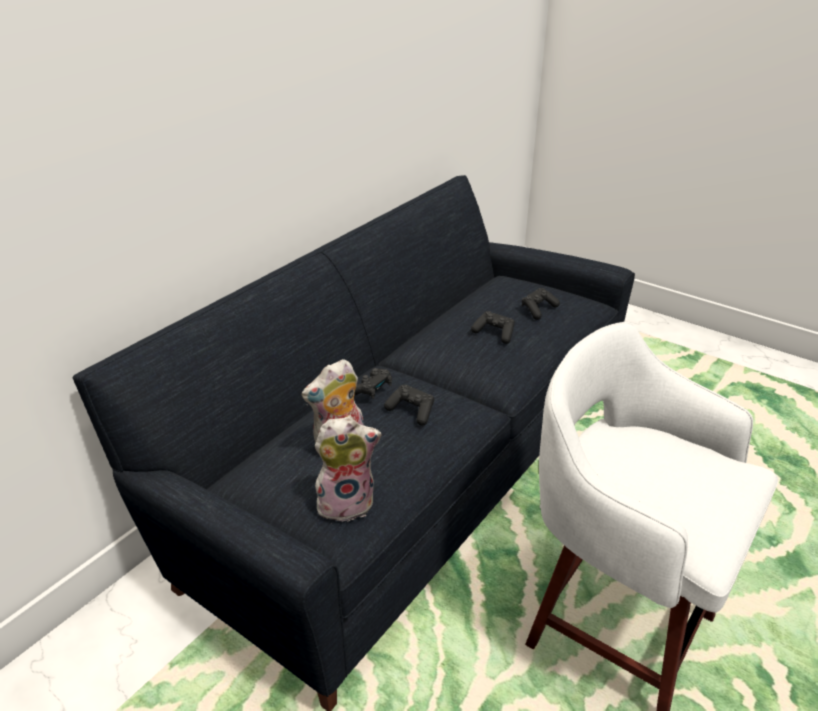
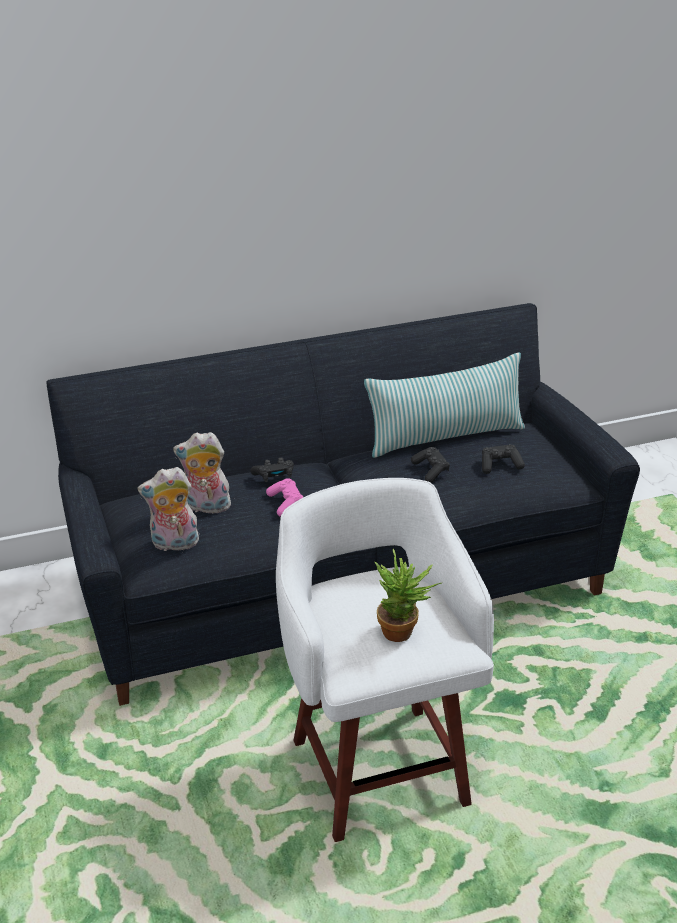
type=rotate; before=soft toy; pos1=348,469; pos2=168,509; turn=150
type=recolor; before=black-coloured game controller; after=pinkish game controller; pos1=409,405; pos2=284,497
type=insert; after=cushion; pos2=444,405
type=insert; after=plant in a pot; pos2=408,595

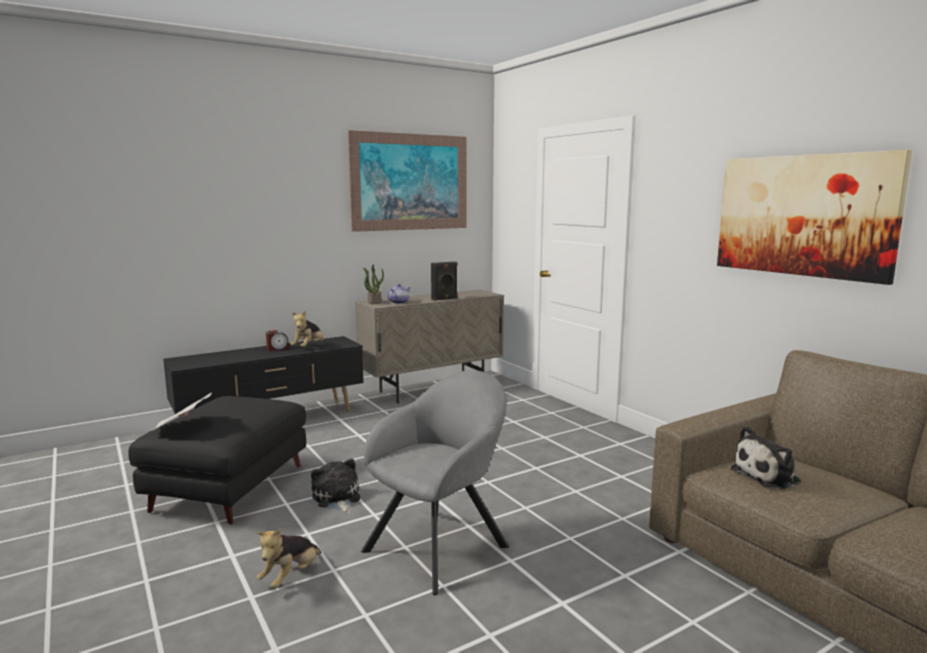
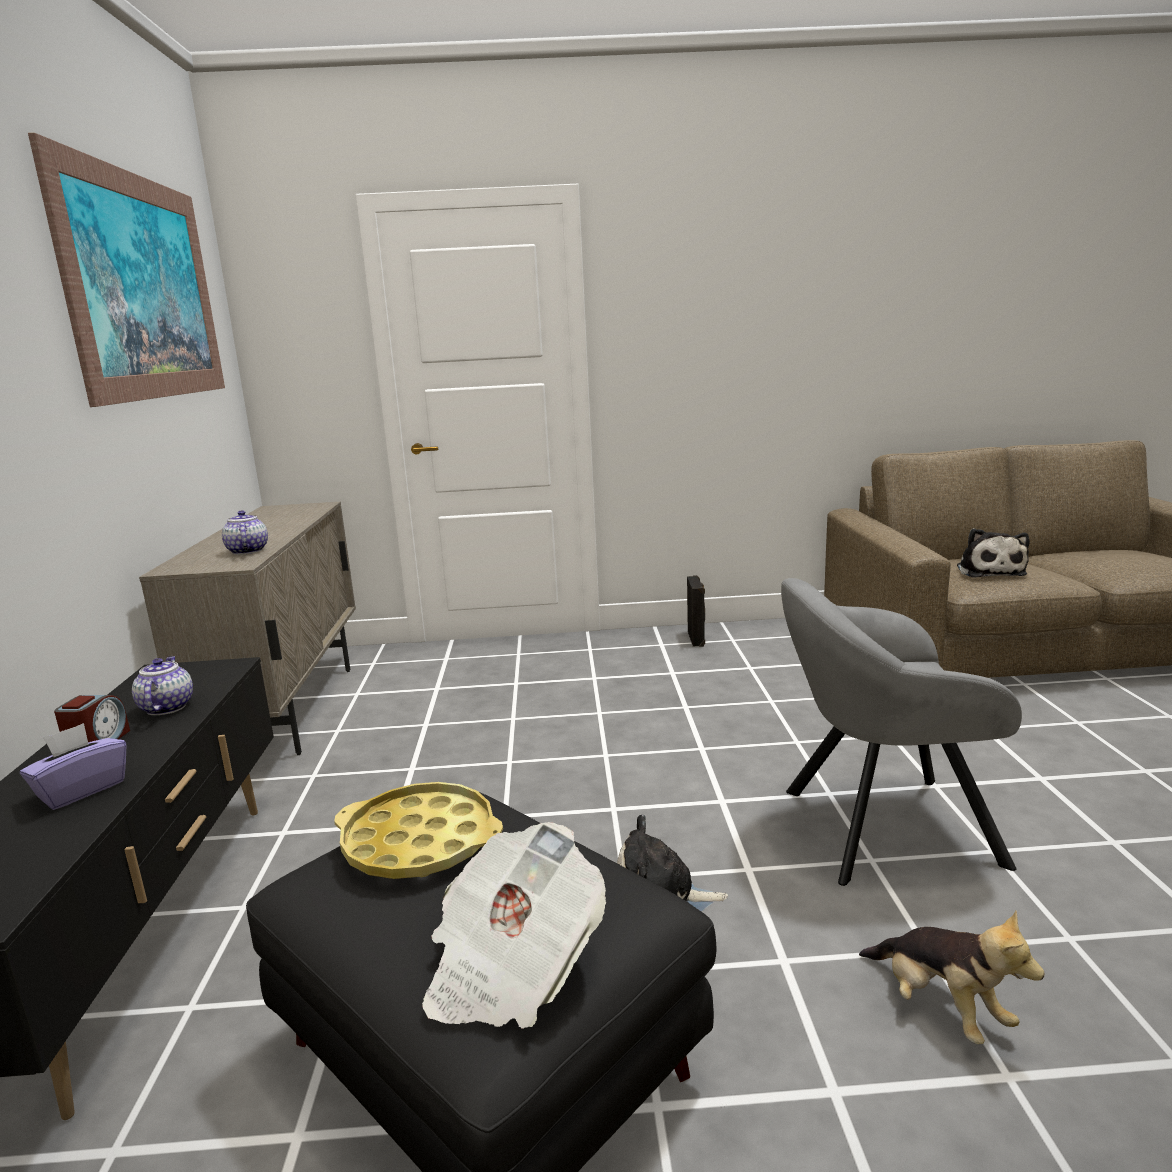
type=replace; before=soft toy; after=teapot; pos1=307,329; pos2=162,685
type=rotate; before=gray armchair; pos1=435,482; pos2=901,732; turn=-75
type=delete; before=plant in a pot; pos1=373,284
type=move; before=black-coloured audio speaker; pos1=444,281; pos2=696,611
type=delete; before=wall picture; pos1=814,217
type=insert; after=purple-coloured box of tissues; pos2=73,766
type=insert; after=yellow carrying tray; pos2=418,830

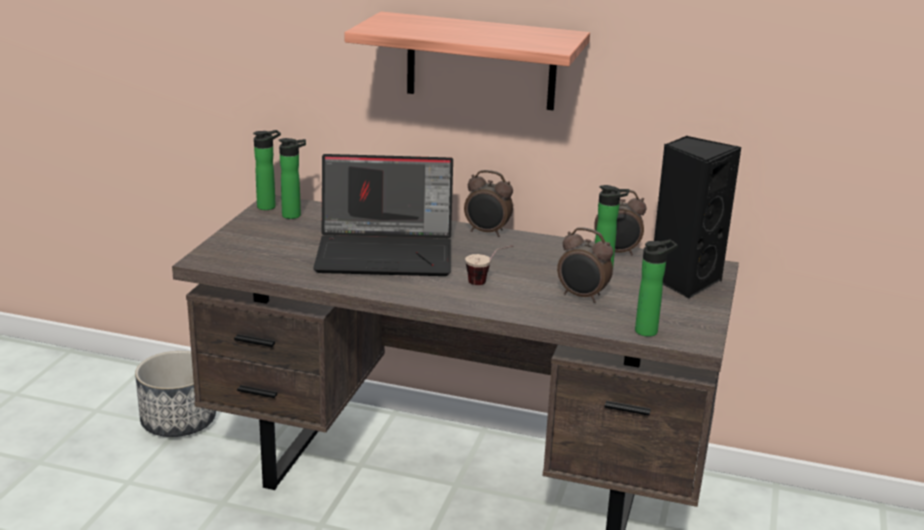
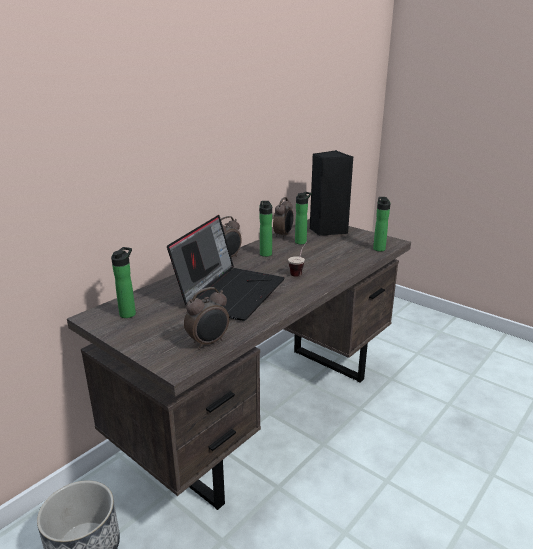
type=move; before=beverage bottle; pos1=267,170; pos2=265,229
type=delete; before=bracket shelf; pos1=467,60
type=move; before=table clock; pos1=585,265; pos2=206,318

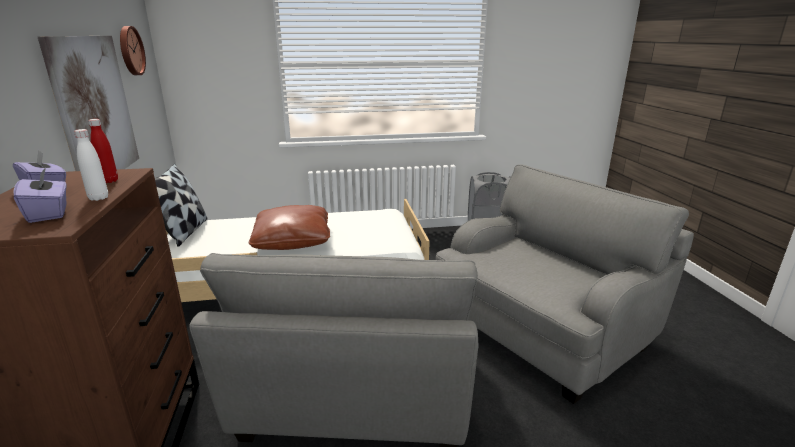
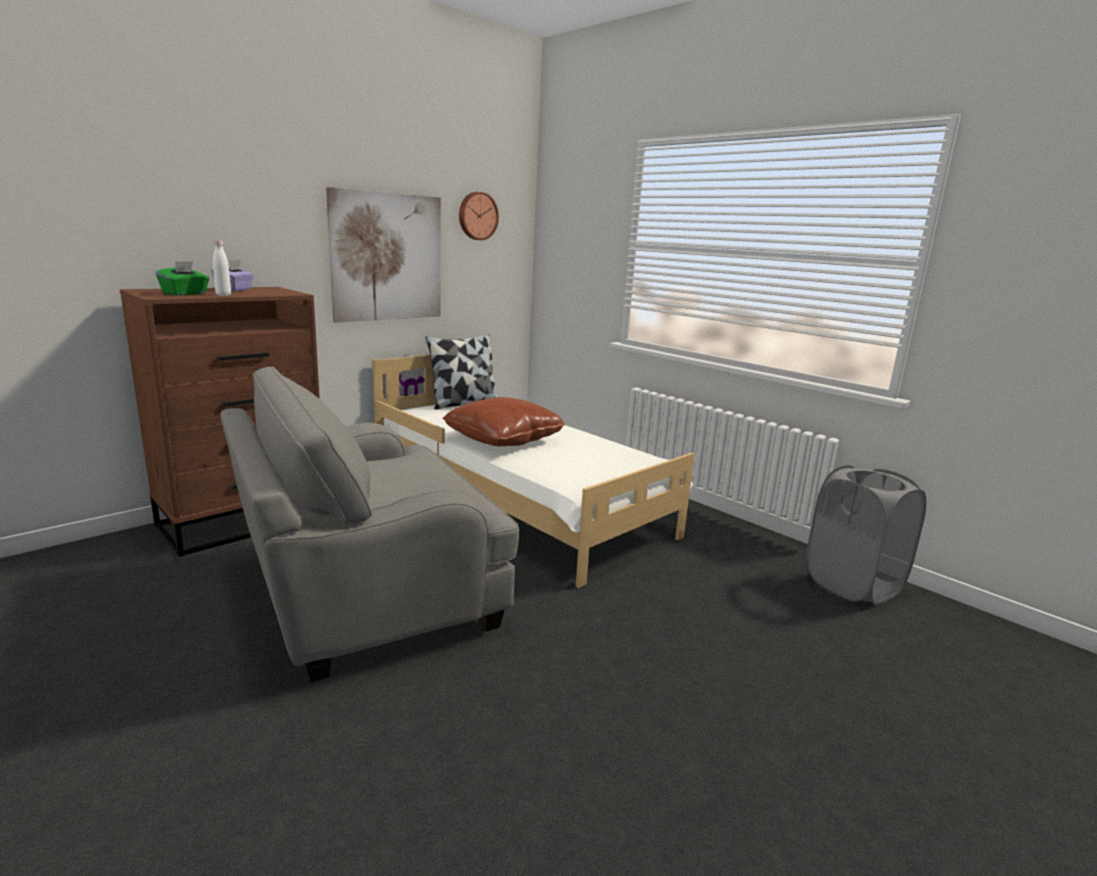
type=recolor; before=purple-coloured box of tissues; after=green box of tissues; pos1=40,195; pos2=182,278
type=delete; before=reddish beverage bottle; pos1=103,151
type=delete; before=gray armchair; pos1=565,284

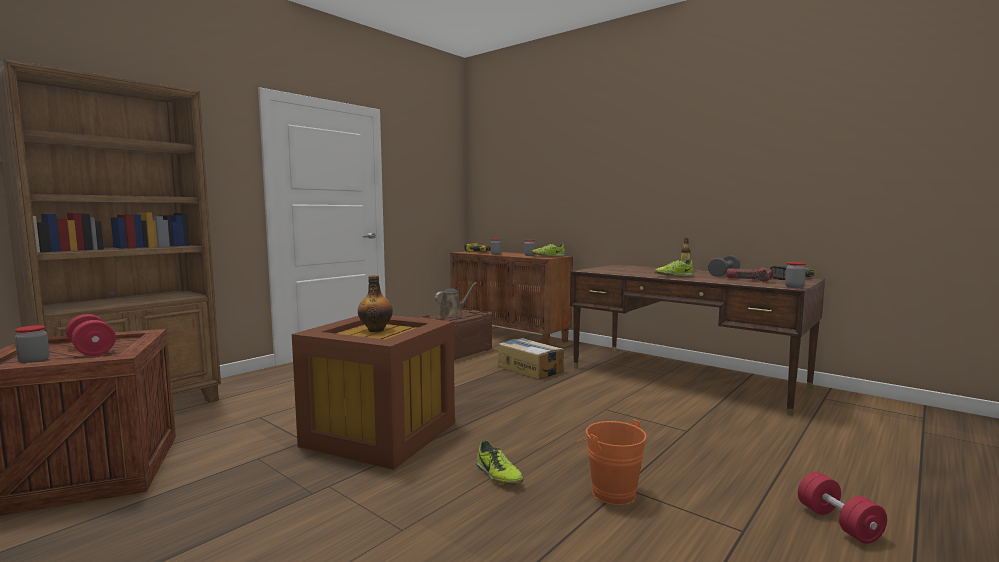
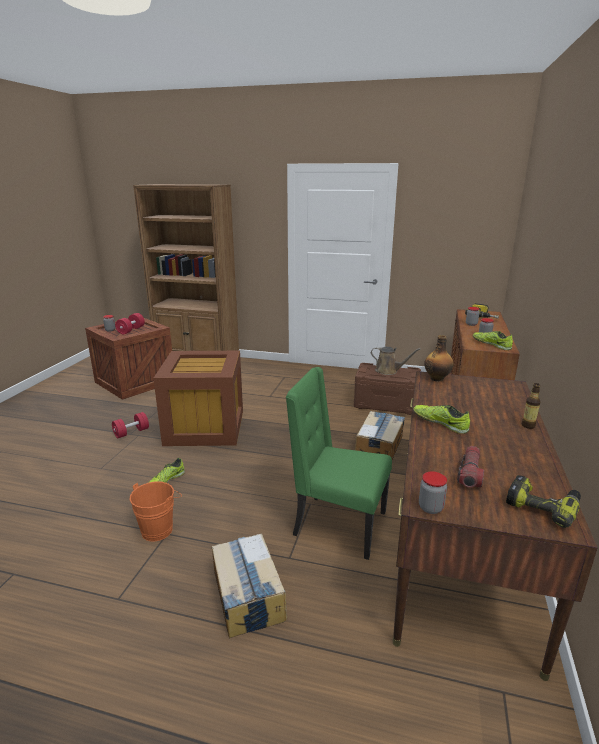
type=move; before=beverage bottle; pos1=375,303; pos2=439,358
type=delete; before=gray hand weight; pos1=724,266
type=move; before=reddish hand weight; pos1=842,508; pos2=130,425
type=insert; after=cardboard box; pos2=249,586
type=insert; after=green plain chair; pos2=339,463

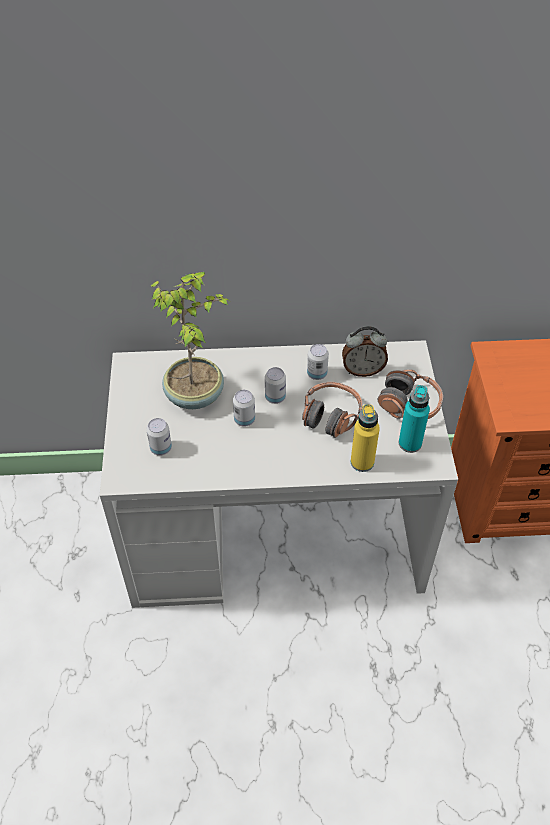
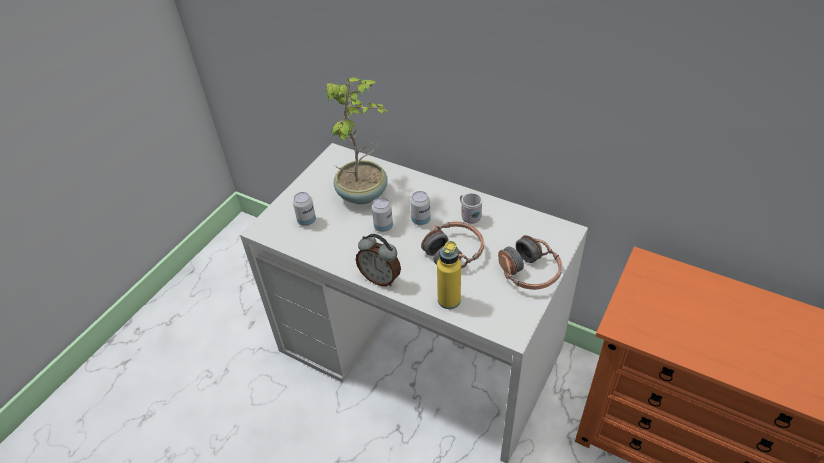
type=replace; before=can; after=white mug; pos1=318,362; pos2=471,208
type=move; before=table clock; pos1=365,351; pos2=378,260
type=delete; before=turquoise-coloured beverage bottle; pos1=414,419

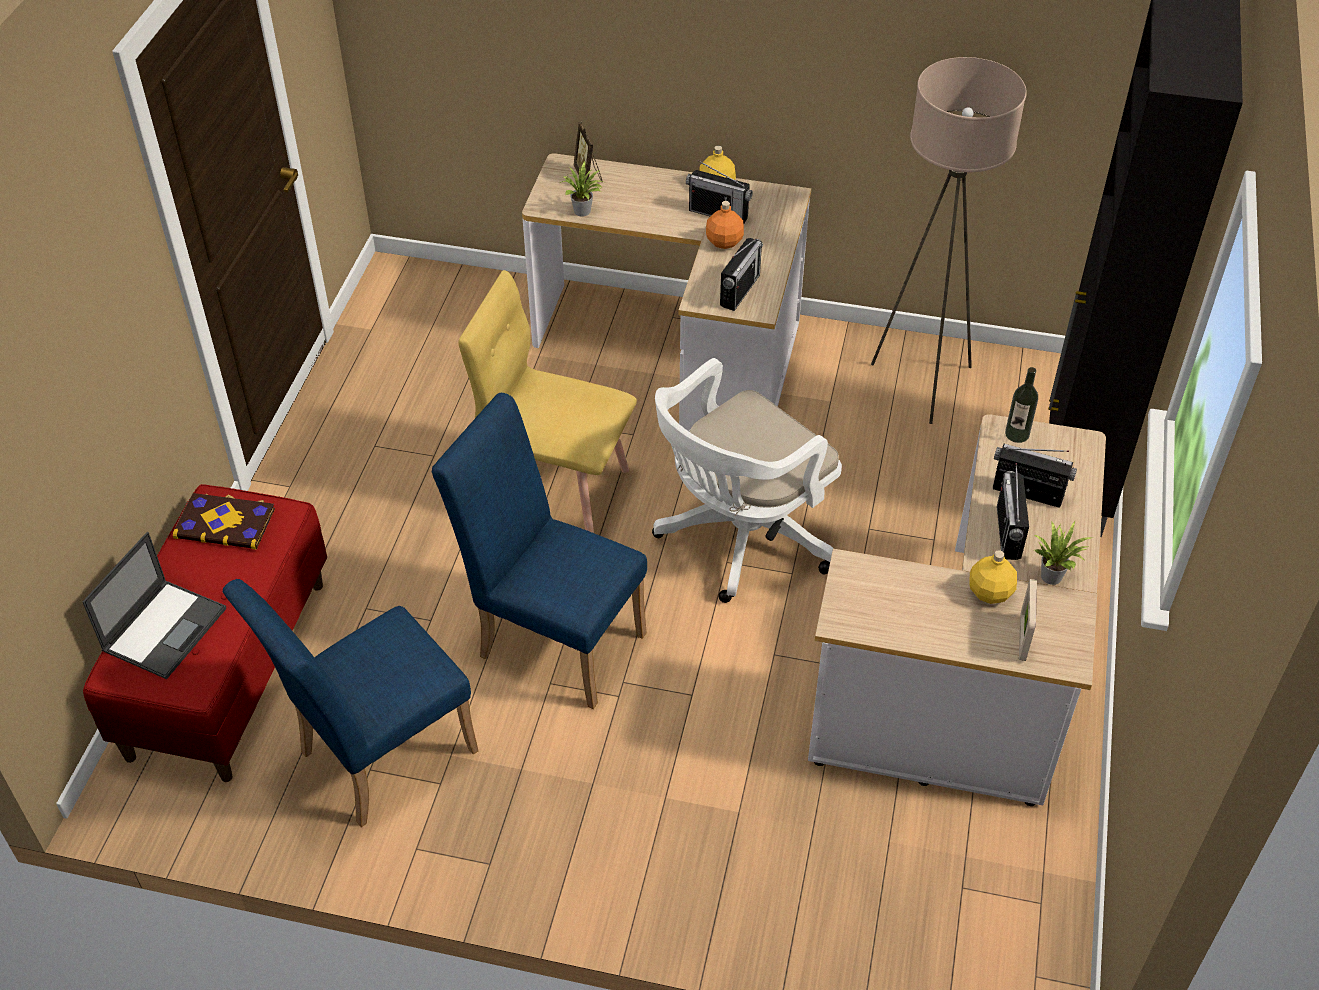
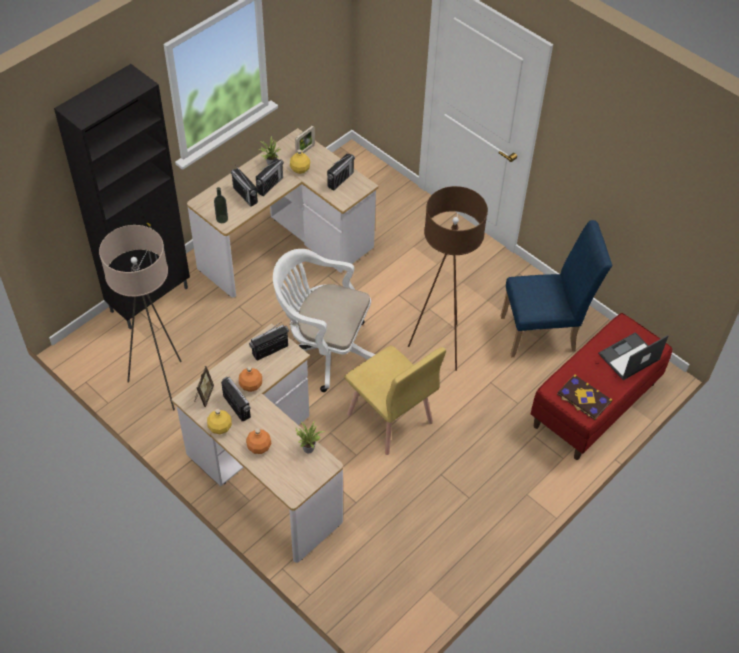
type=replace; before=bluish plain chair; after=brown floor lamp; pos1=539,551; pos2=448,278
type=move; before=photo frame; pos1=588,153; pos2=204,386
type=rotate; before=white desk chair; pos1=747,480; pos2=324,320; turn=-150
type=insert; after=orange-coloured beverage bottle; pos2=258,441
type=insert; after=radio receiver; pos2=341,172

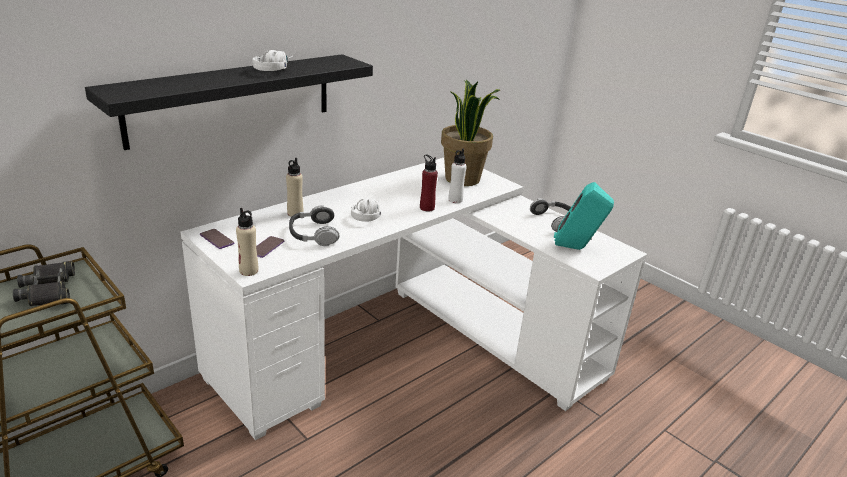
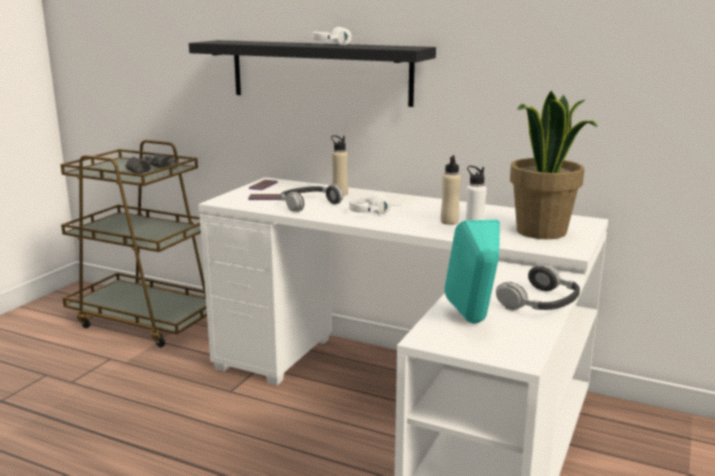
type=move; before=sand-coloured beverage bottle; pos1=247,242; pos2=451,190
type=delete; before=reddish beverage bottle; pos1=429,182

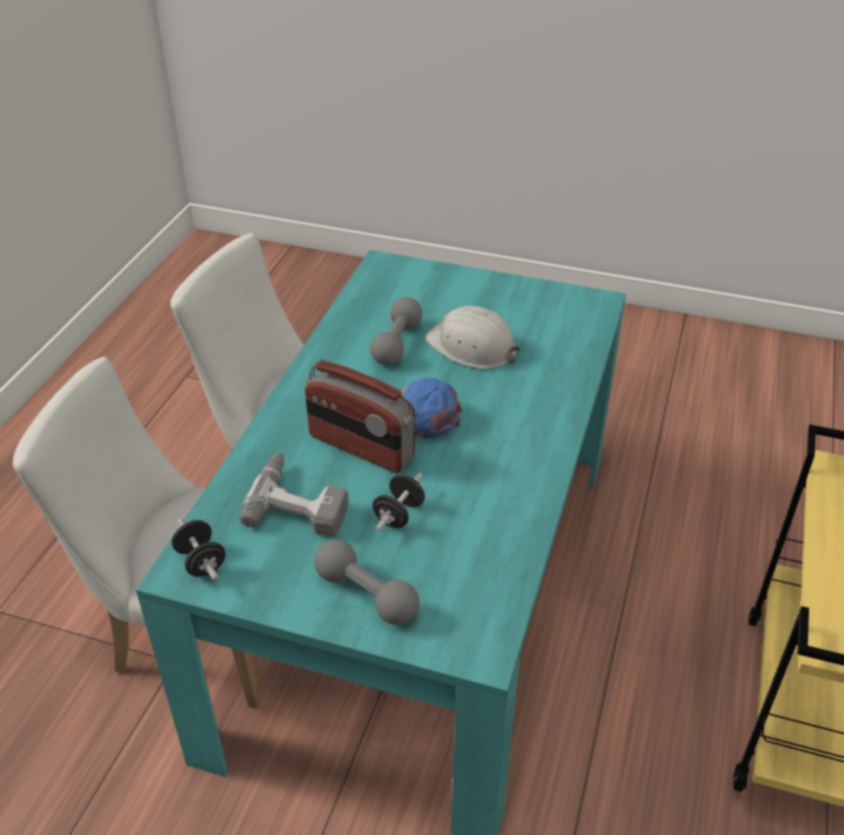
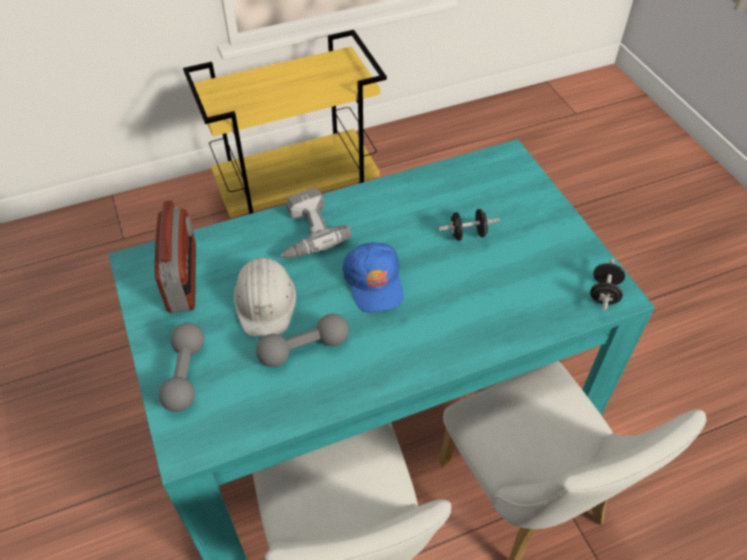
type=move; before=drill; pos1=294,494; pos2=316,223
type=move; before=radio receiver; pos1=360,416; pos2=175,256
type=move; before=gray hand weight; pos1=366,582; pos2=181,367

